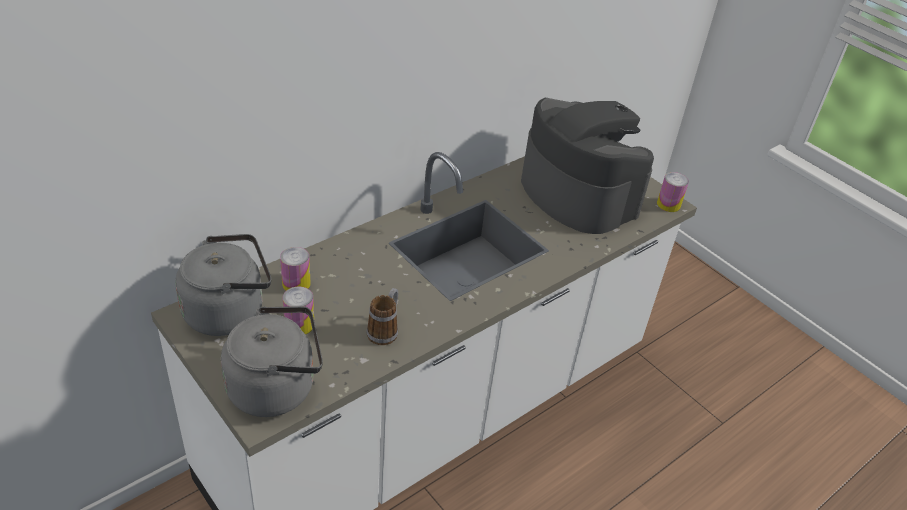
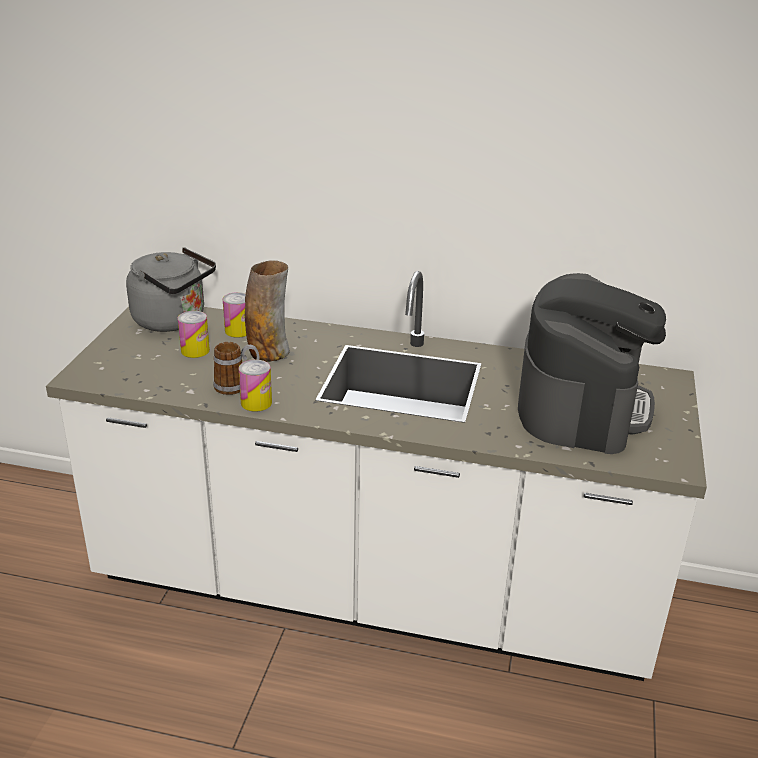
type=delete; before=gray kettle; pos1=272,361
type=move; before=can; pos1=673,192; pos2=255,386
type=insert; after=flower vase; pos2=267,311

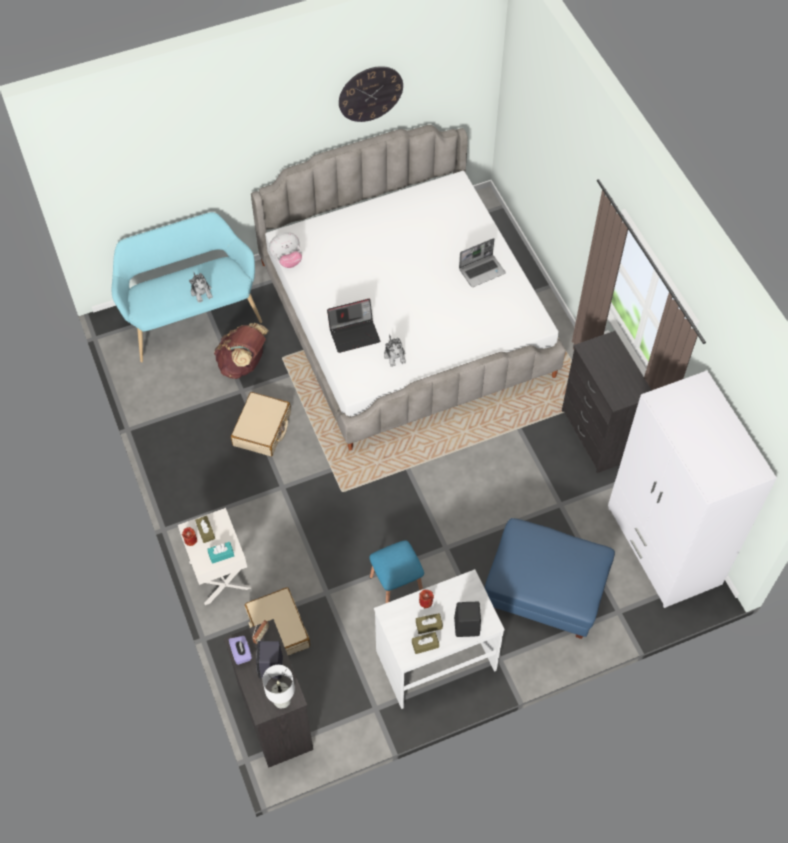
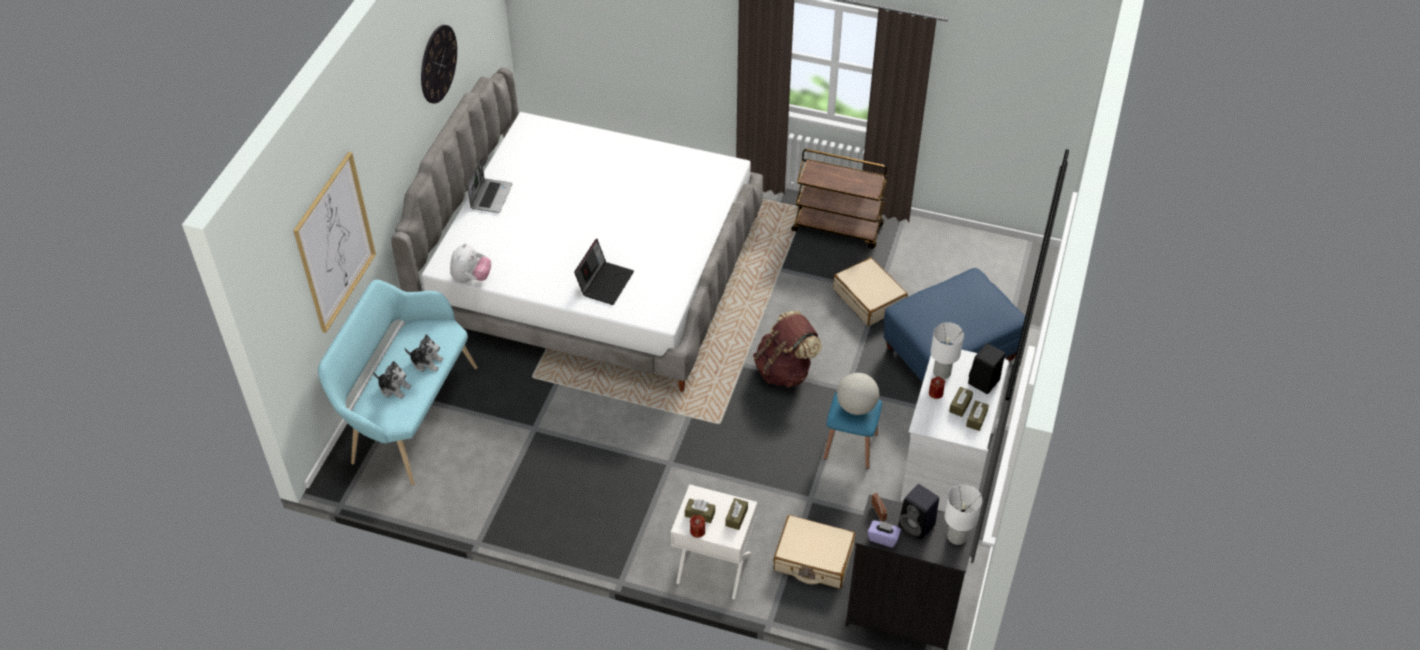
type=recolor; before=turquoise-coloured box of tissues; after=brown box of tissues; pos1=220,553; pos2=736,514
type=move; before=brown knapsack; pos1=241,351; pos2=787,349
type=move; before=sand-coloured suitcase; pos1=261,424; pos2=870,291
type=move; before=soft toy; pos1=395,350; pos2=392,380
type=move; before=notebook computer; pos1=482,262; pos2=490,185
type=replace; before=black-coloured drawer chest; after=brown trolley; pos1=607,402; pos2=839,199
type=delete; before=white armoire; pos1=692,489
type=insert; after=wall picture; pos2=334,242
type=insert; after=world globe; pos2=858,394
type=insert; after=white table lamp; pos2=947,350

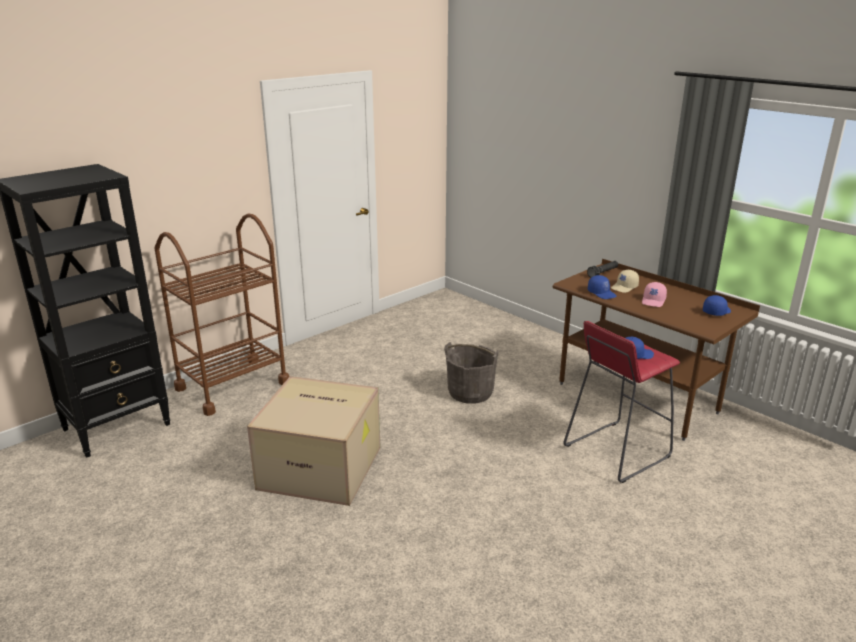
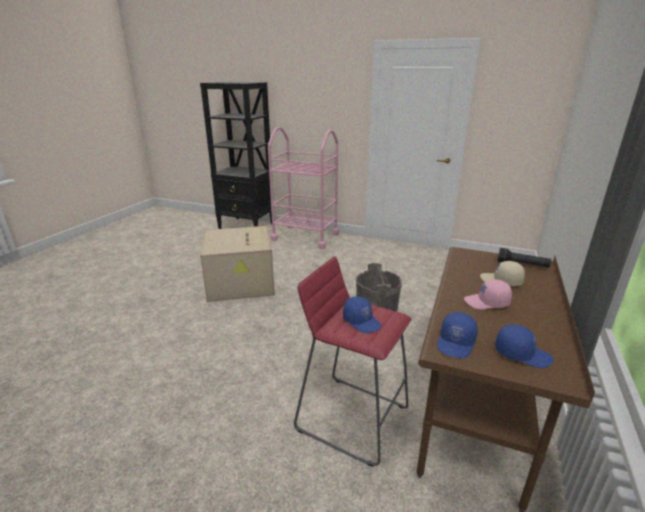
type=recolor; before=brown trolley; after=pinkish trolley; pos1=222,314; pos2=303,188
type=move; before=bluish baseball cap; pos1=602,287; pos2=457,335

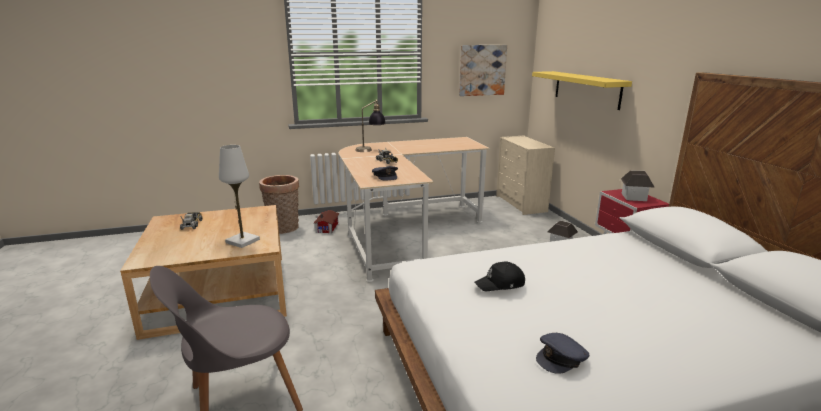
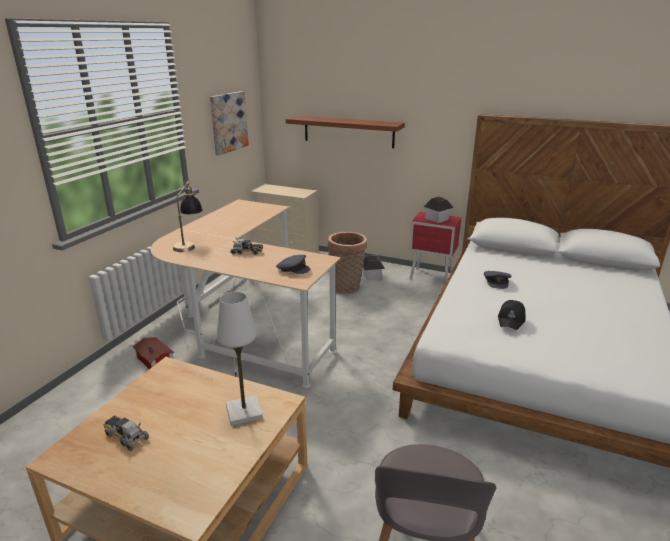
type=move; before=storage basket; pos1=279,204; pos2=347,263
type=recolor; before=yellow bracket shelf; after=brown bracket shelf; pos1=582,90; pos2=345,132
type=move; before=gray baseball cap; pos1=562,353; pos2=497,280

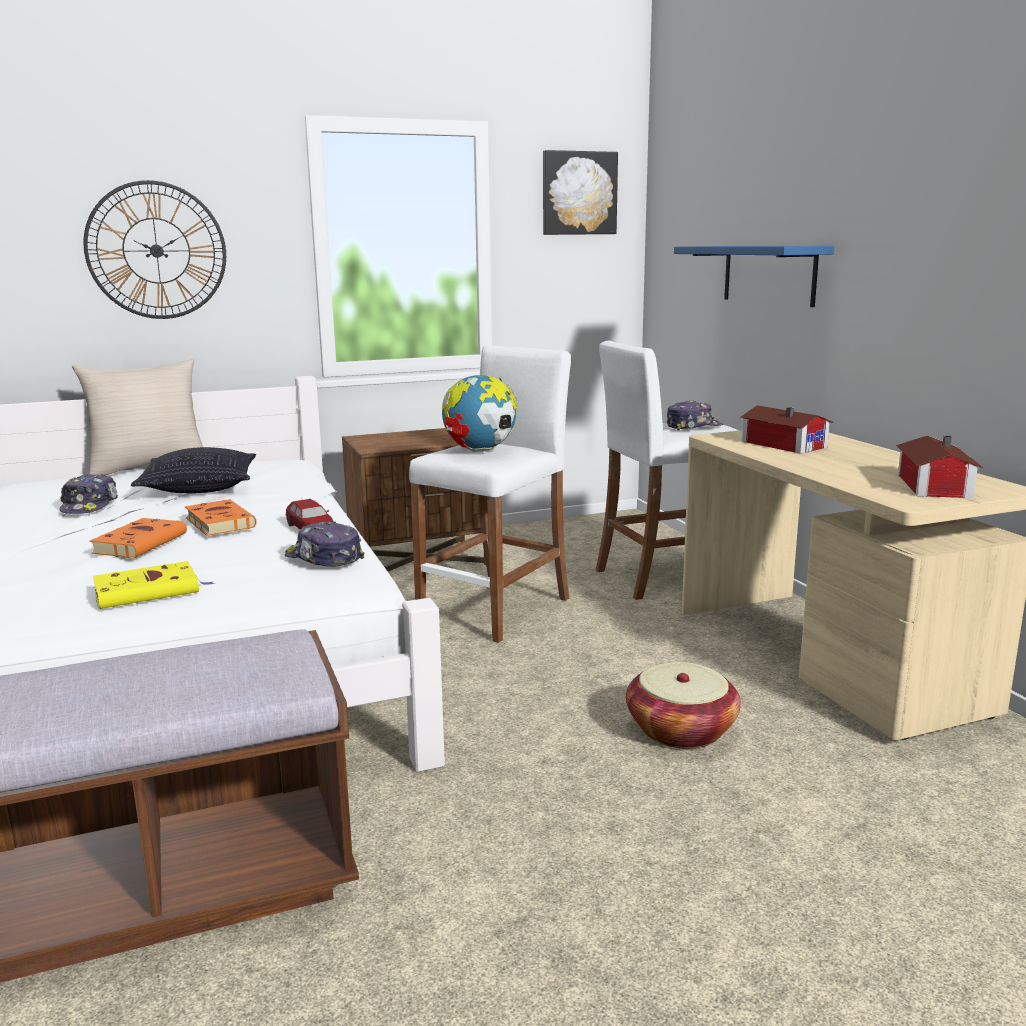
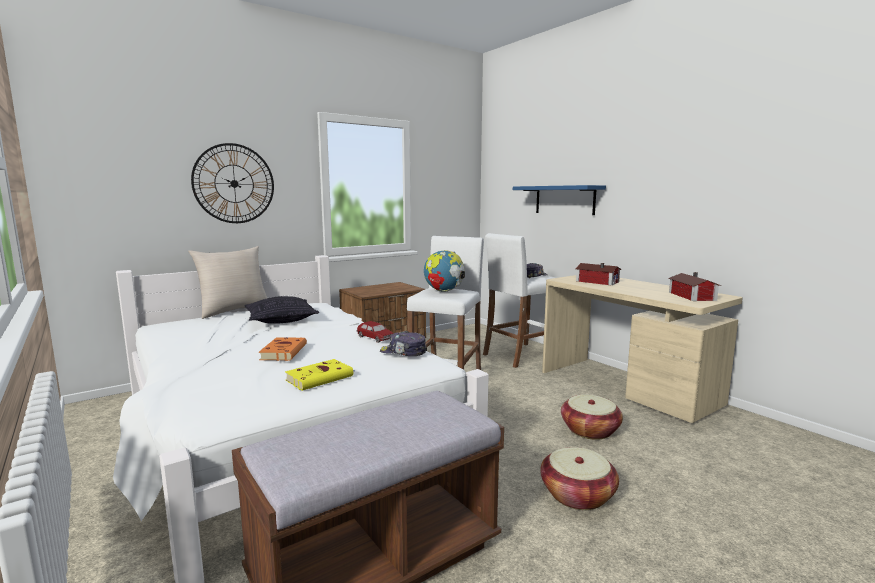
type=delete; before=baseball cap; pos1=88,494
type=delete; before=orange-coloured book; pos1=221,517
type=delete; before=wall picture; pos1=580,192
type=insert; after=storage basket; pos2=579,478

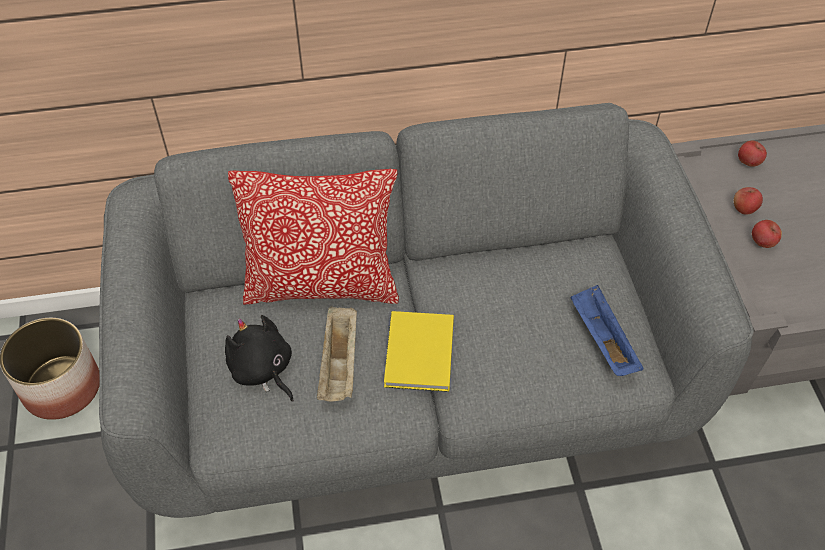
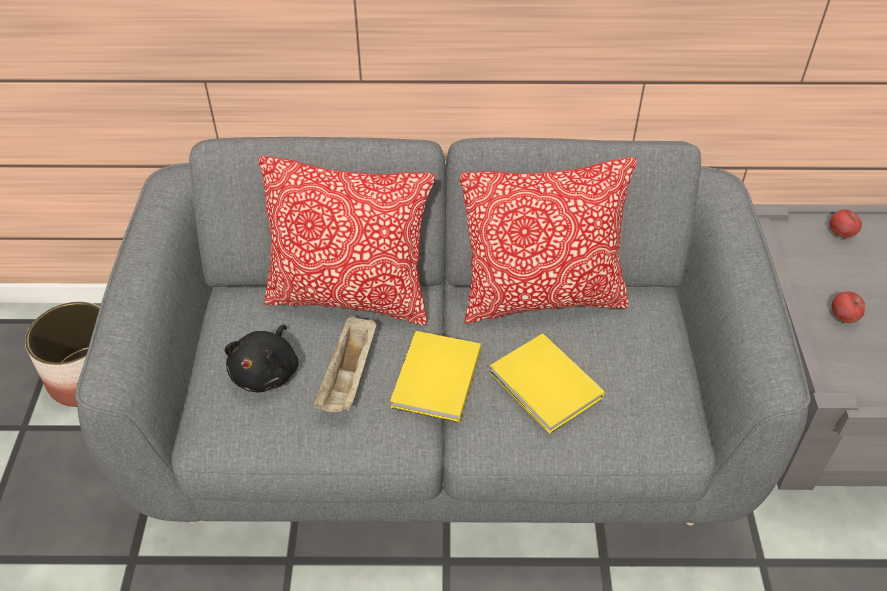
type=rotate; before=black-coloured soft toy; pos1=259,358; pos2=262,358; turn=-135
type=delete; before=bluish carrying tray; pos1=606,330
type=delete; before=apple fruit; pos1=748,201
type=insert; after=cushion; pos2=548,240
type=insert; after=yellow book; pos2=547,383

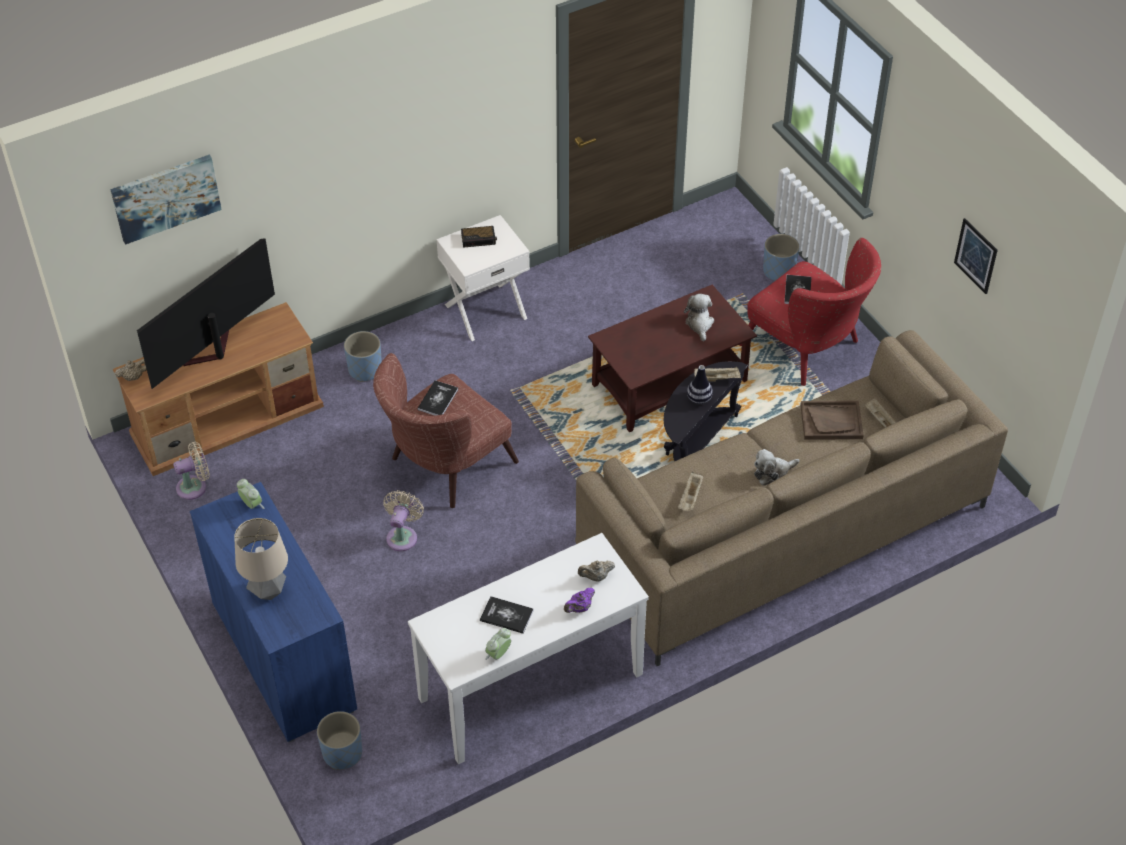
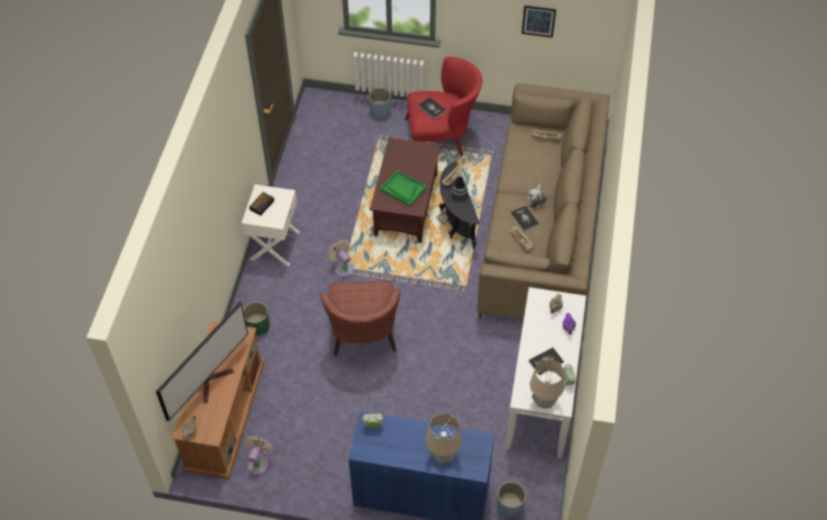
type=delete; before=wall picture; pos1=166,200
type=rotate; before=TV; pos1=206,313; pos2=202,361; turn=-135
type=recolor; before=bluish plant pot; after=green plant pot; pos1=363,356; pos2=256,319
type=move; before=sand-coloured fan; pos1=403,520; pos2=340,259
type=move; before=book; pos1=437,398; pos2=525,218
type=delete; before=soft toy; pos1=699,318
type=delete; before=brown carrying tray; pos1=832,420
type=insert; after=green carrying tray; pos2=403,188
type=insert; after=table lamp; pos2=547,383

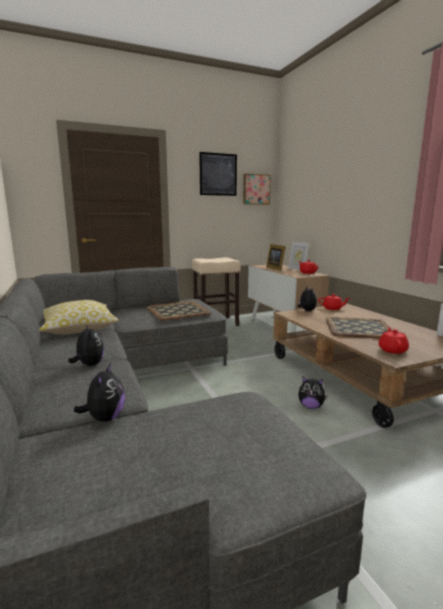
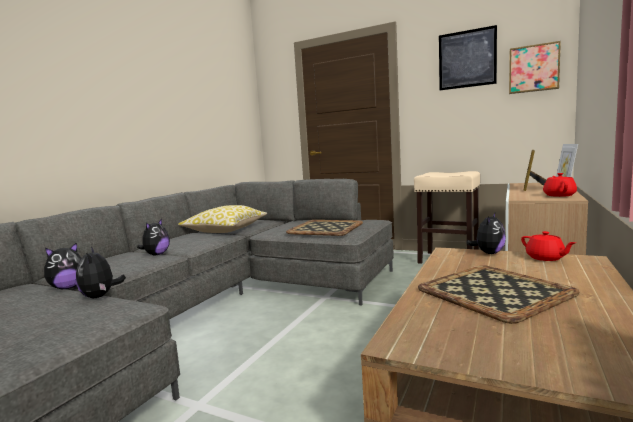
type=move; before=soft toy; pos1=313,393; pos2=101,272
type=delete; before=reddish teapot; pos1=393,340

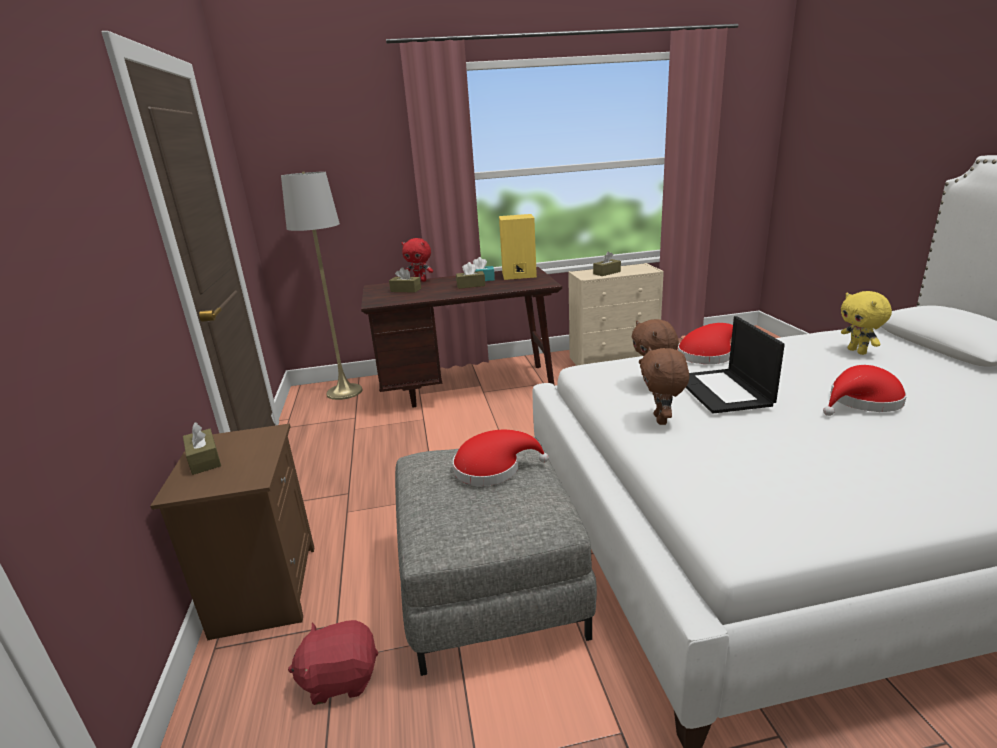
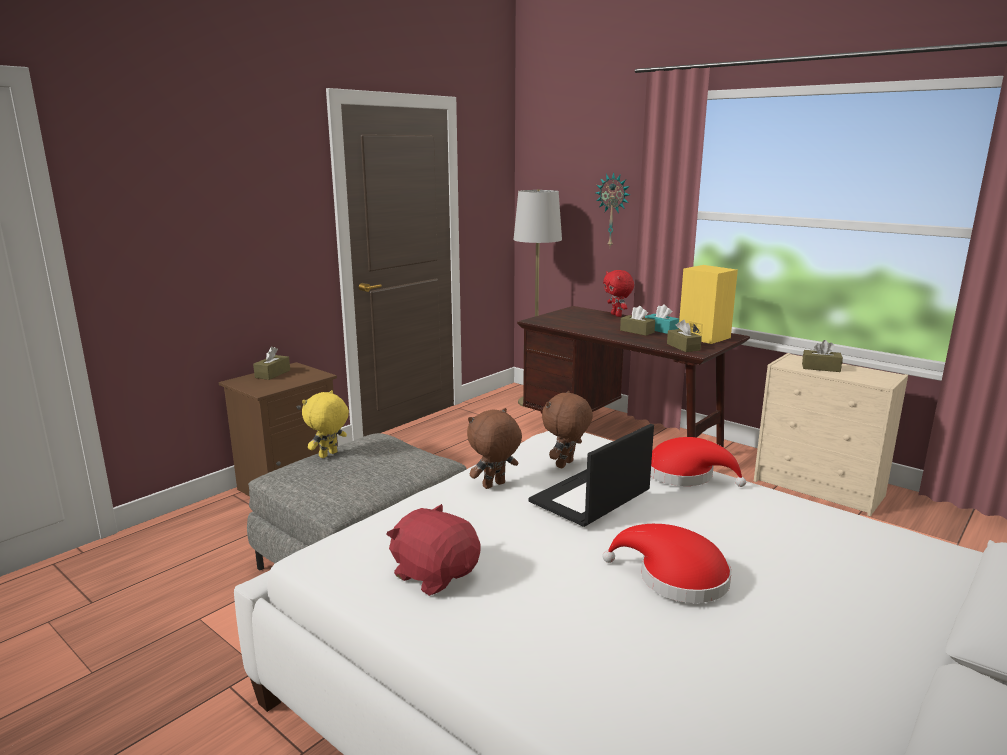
type=move; before=reddish soft toy; pos1=333,662; pos2=433,550
type=move; before=brown box of tissues; pos1=405,280; pos2=684,336
type=delete; before=reddish wearable hat; pos1=501,458
type=move; before=yellow soft toy; pos1=866,323; pos2=325,424
type=insert; after=clock on the wall; pos2=613,209

